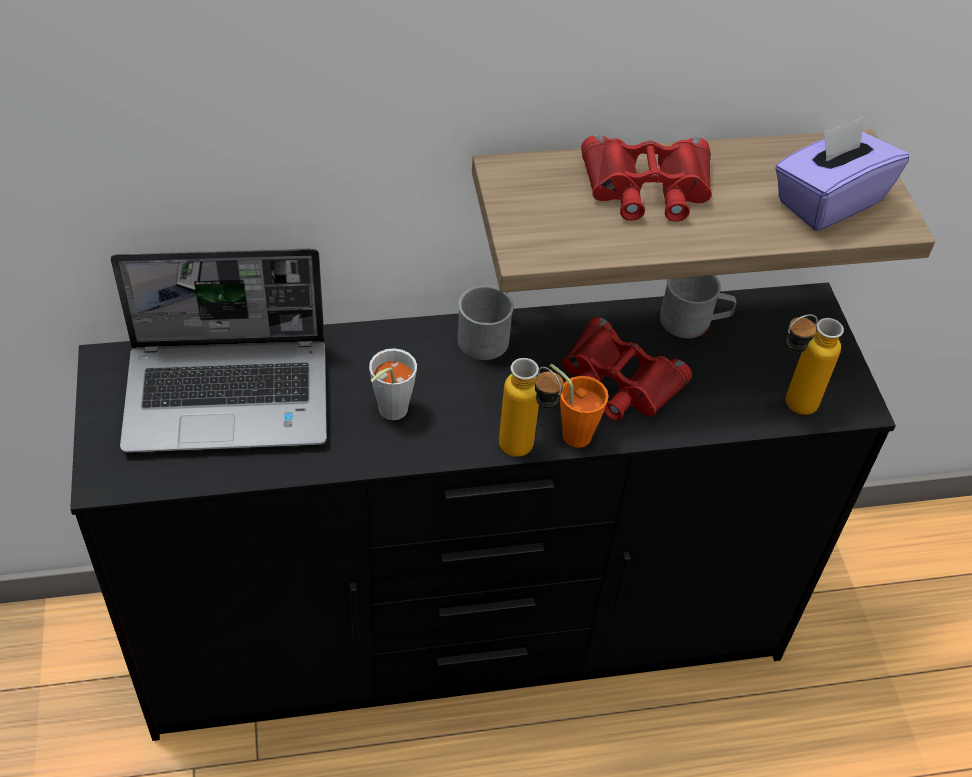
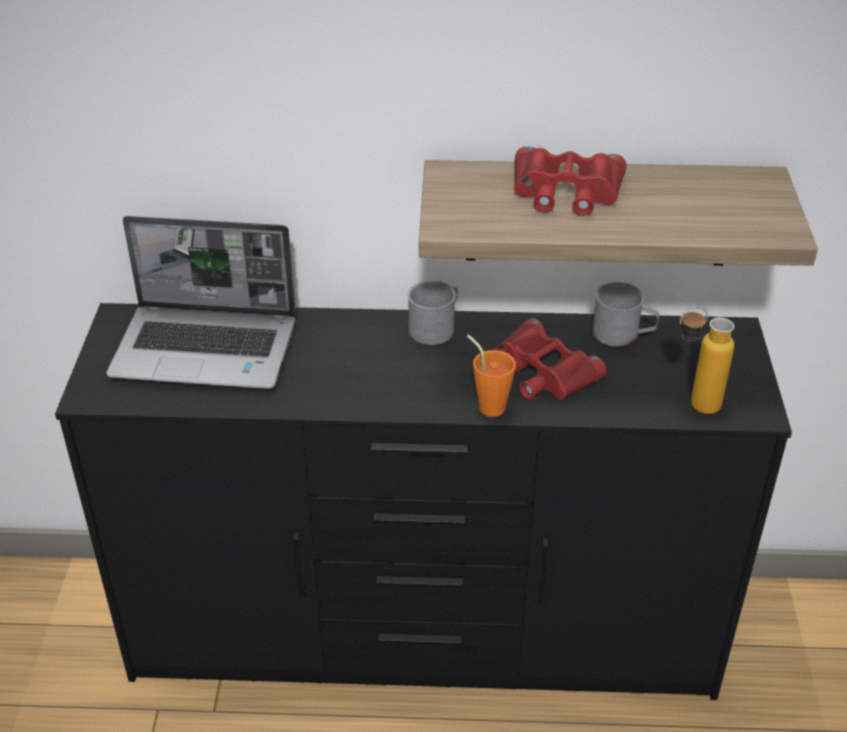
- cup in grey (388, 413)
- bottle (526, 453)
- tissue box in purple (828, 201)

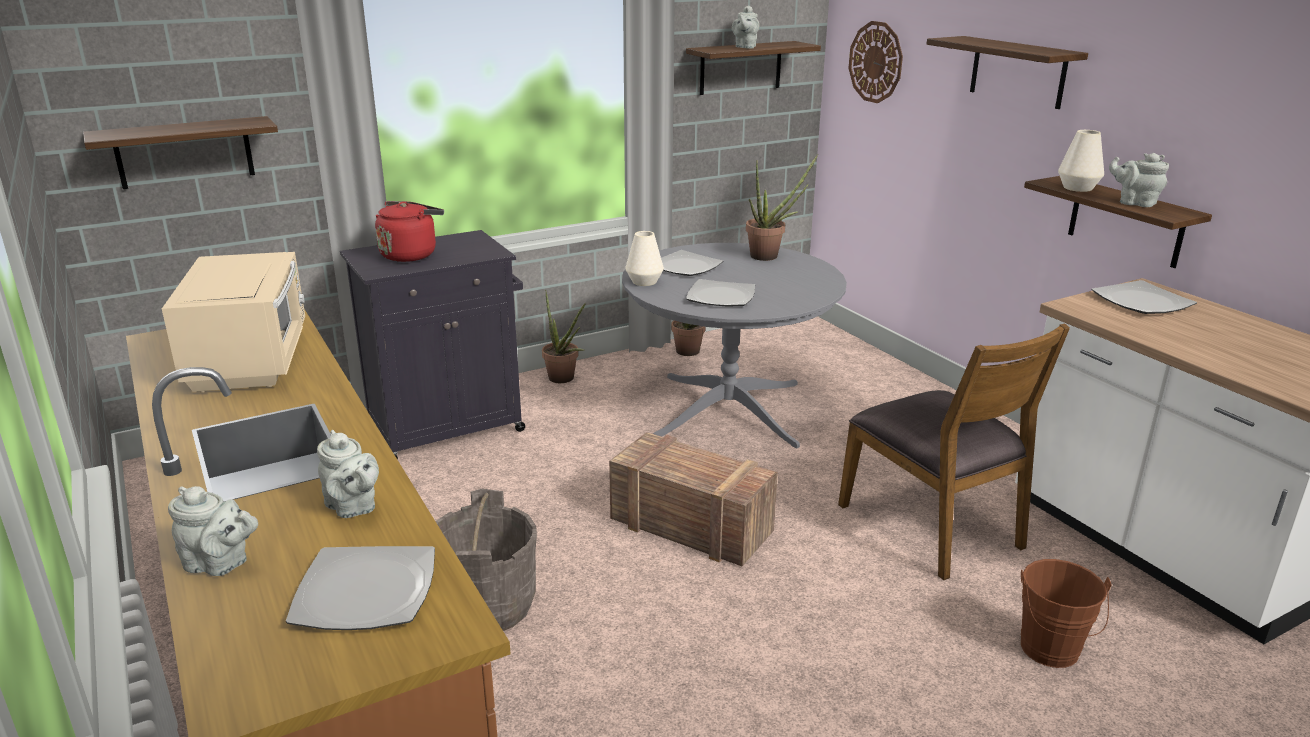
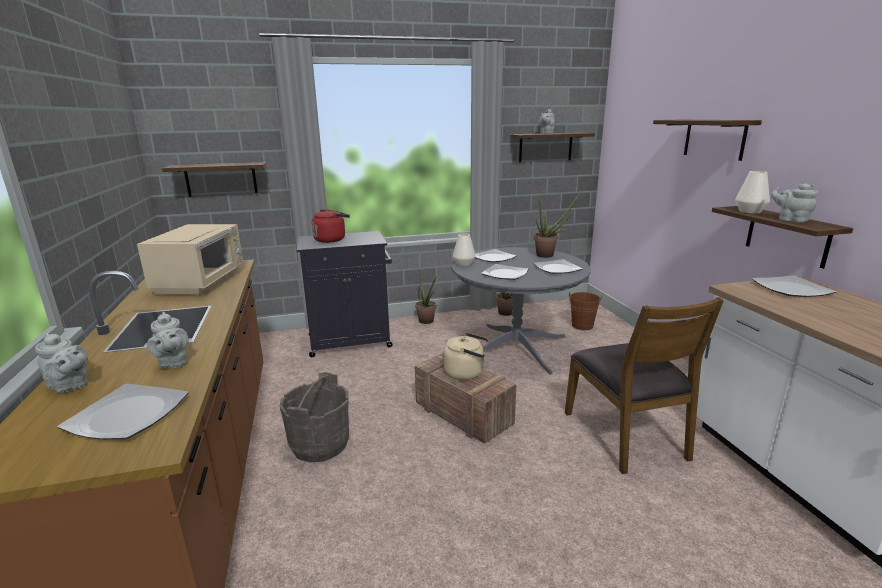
+ kettle in beige (466, 373)
+ plate (557, 269)
~ bucket in brown (1050, 653) to (582, 327)
- wall clock (876, 62)

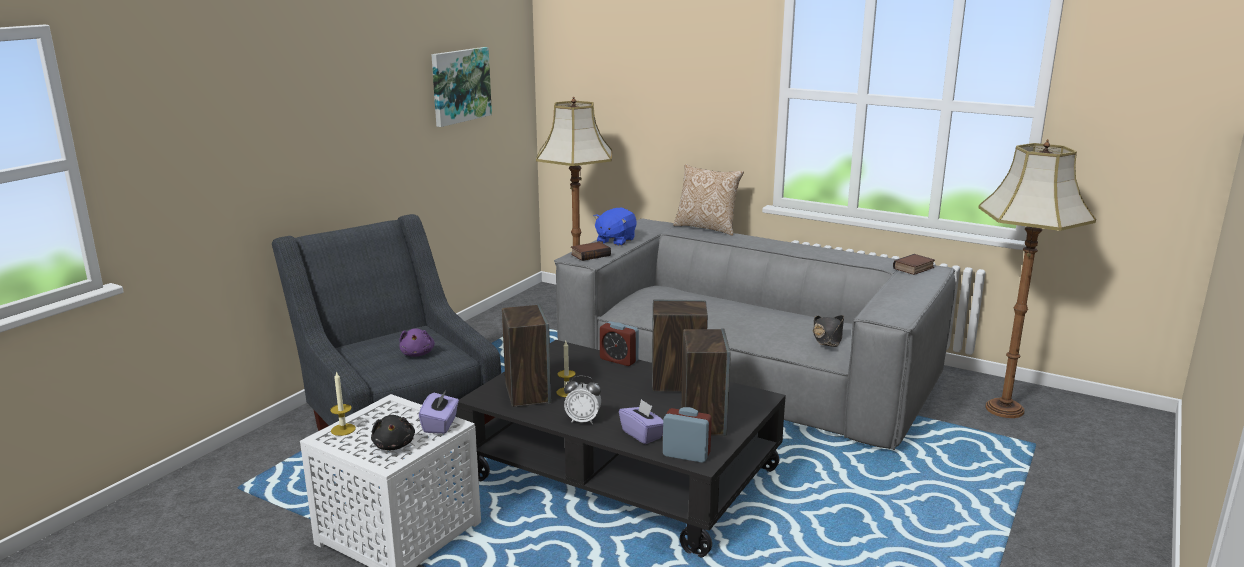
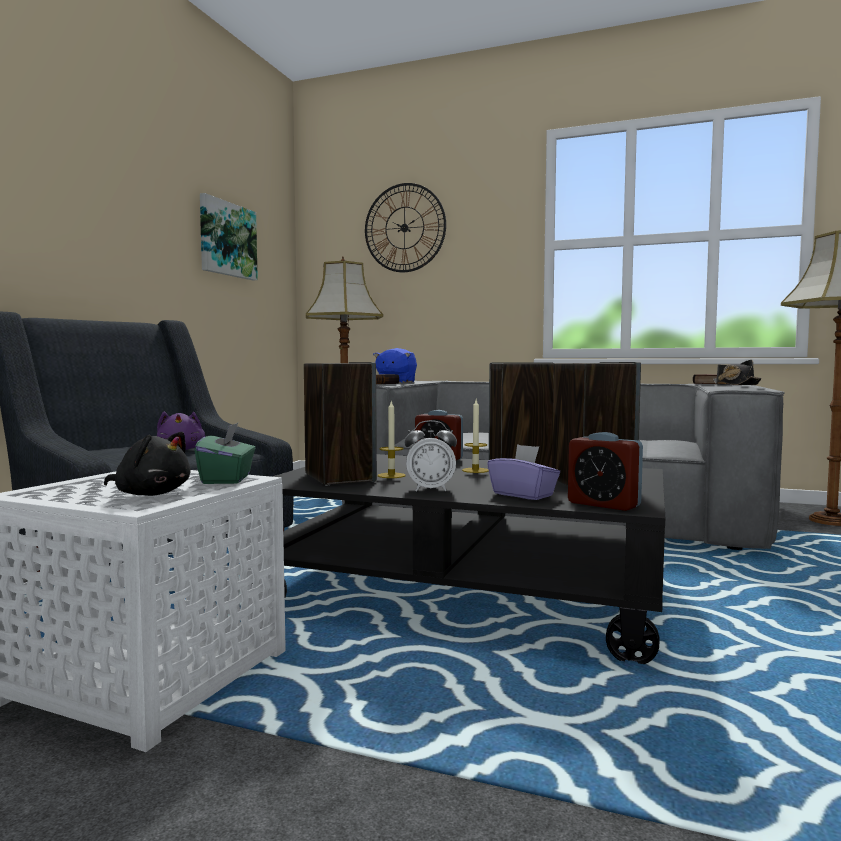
~ plush toy in black (394, 445) = (151, 494) 45 degrees counterclockwise
~ tissue box in purple (440, 425) to tissue box in green (227, 479)
+ wall clock (404, 228)
~ candle (343, 429) to (475, 470)
~ alarm clock (686, 454) = (603, 504) 150 degrees counterclockwise
~ hat in black (827, 337) to (734, 385)
- pillow (707, 228)

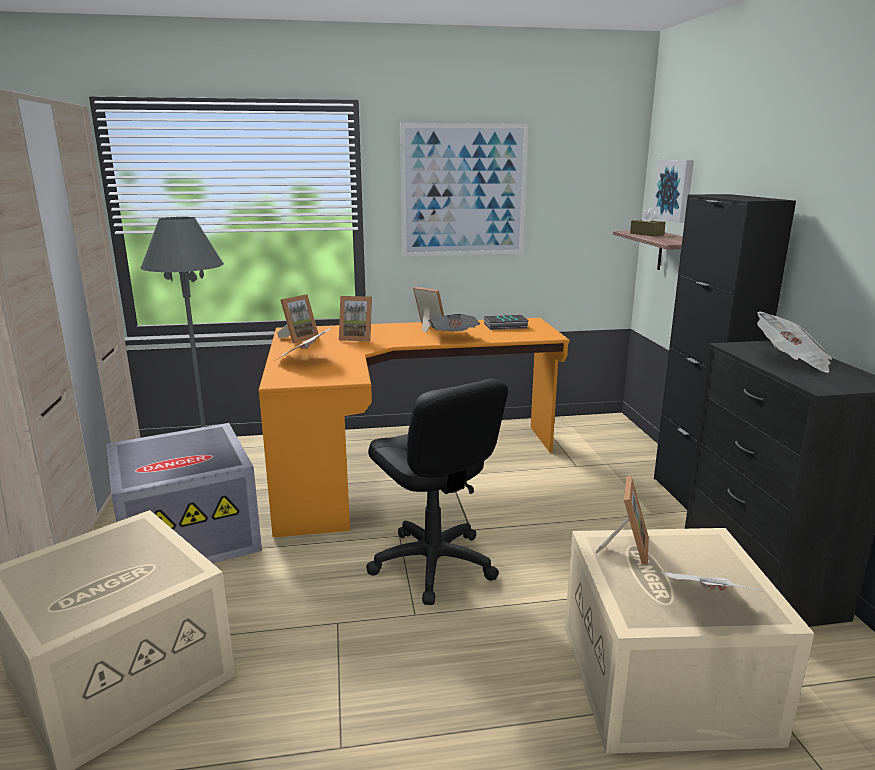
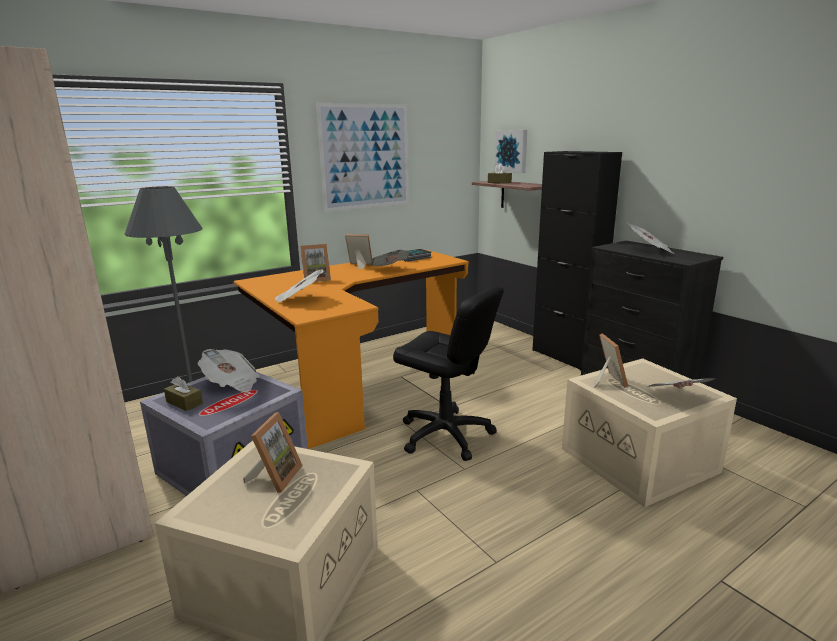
+ tissue box in brown (184, 403)
+ newspaper (231, 384)
~ picture frame (298, 338) to (275, 477)

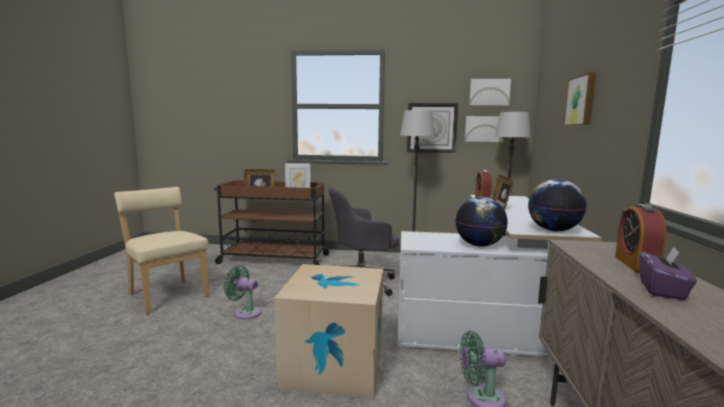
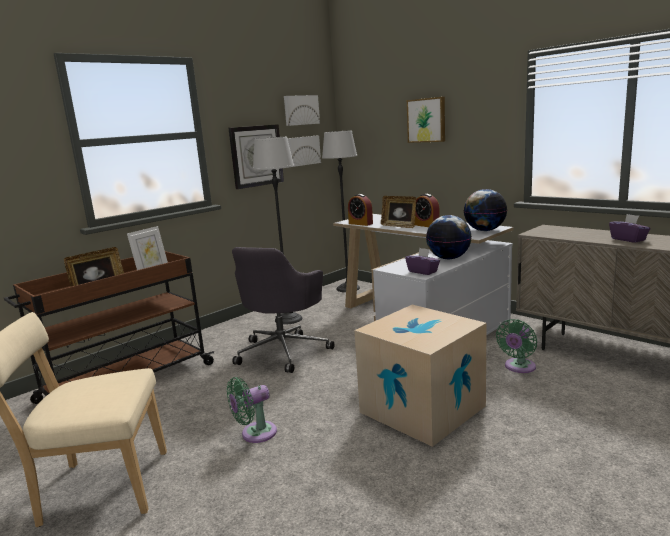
+ tissue box in purple (423, 271)
~ alarm clock (636, 264) to (426, 225)

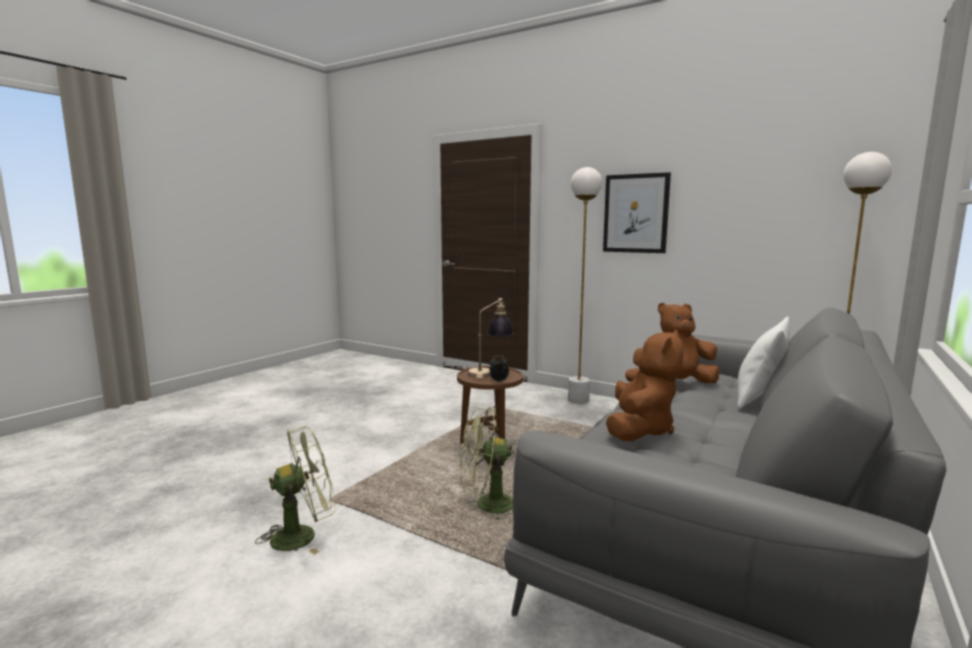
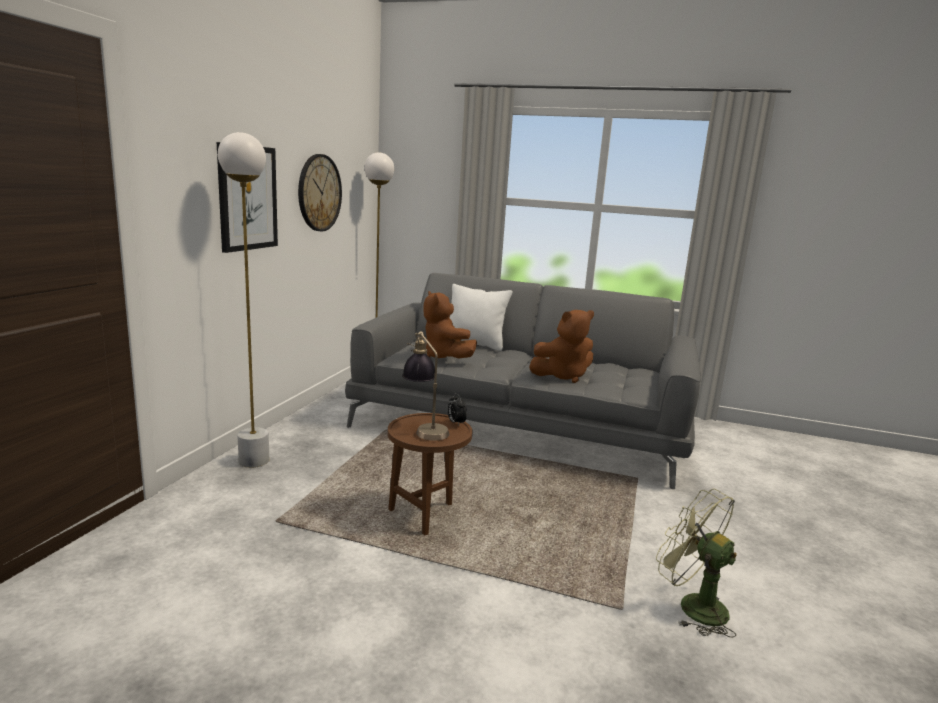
+ wall clock (319, 193)
~ plush toy in brown (639, 429) = (563, 376) 150 degrees clockwise
- fan in green (486, 506)

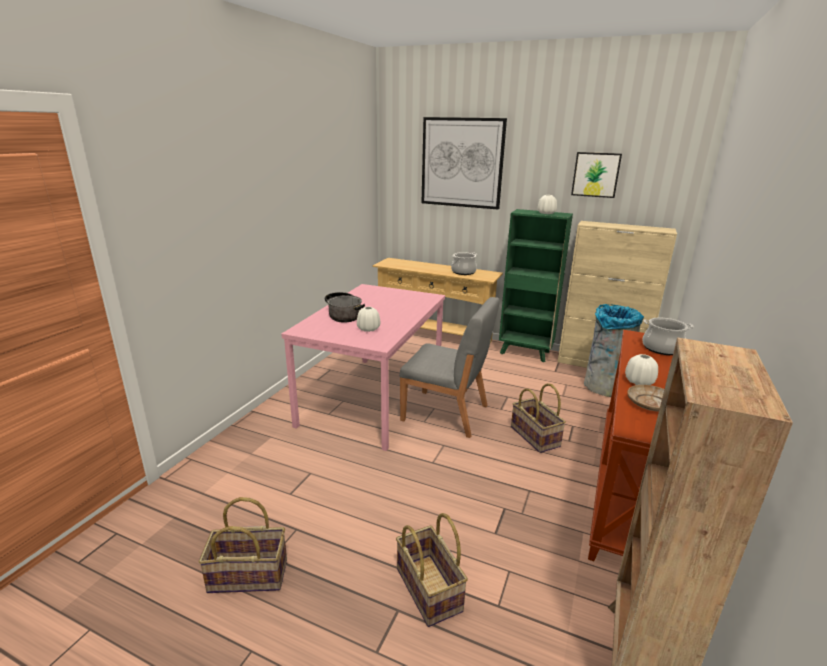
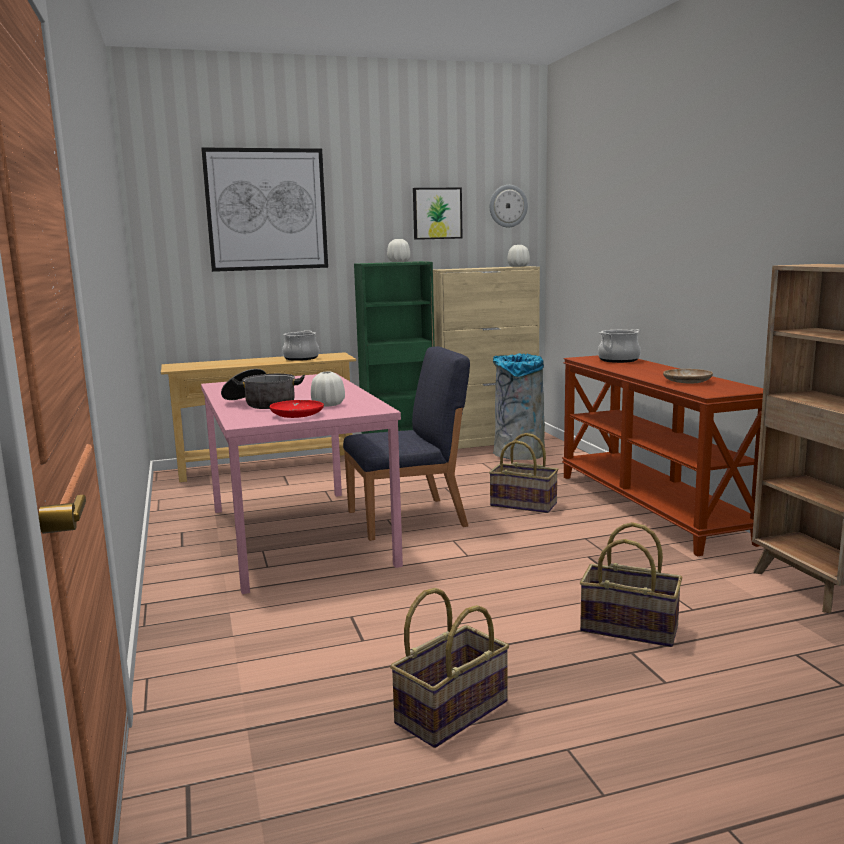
+ plate in red (297, 415)
~ chair in grey (446, 413) to chair in blue (408, 518)
+ wall clock (508, 206)
~ vase in white (639, 382) to (518, 266)

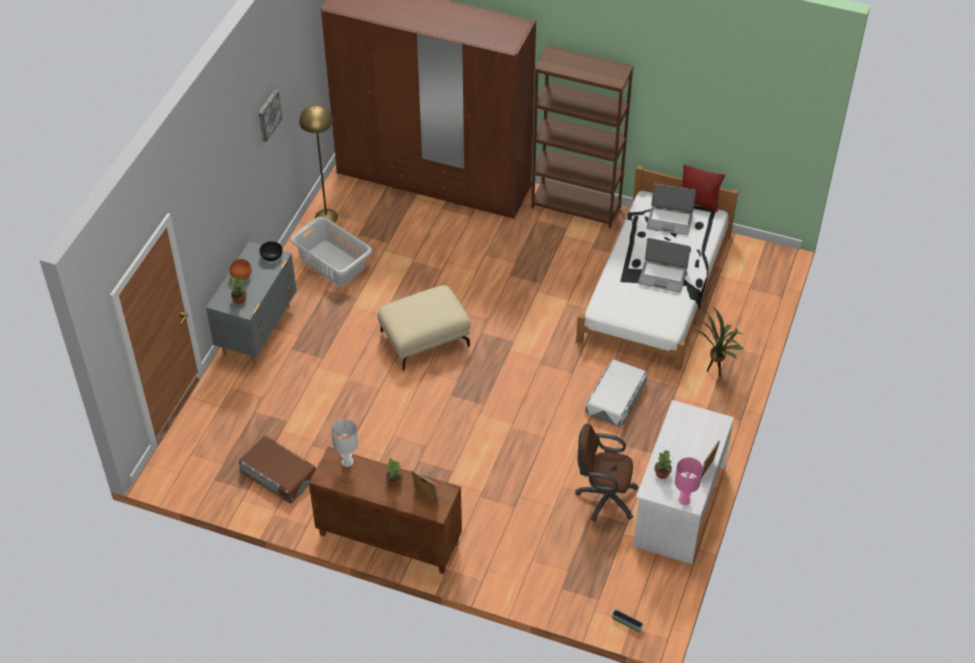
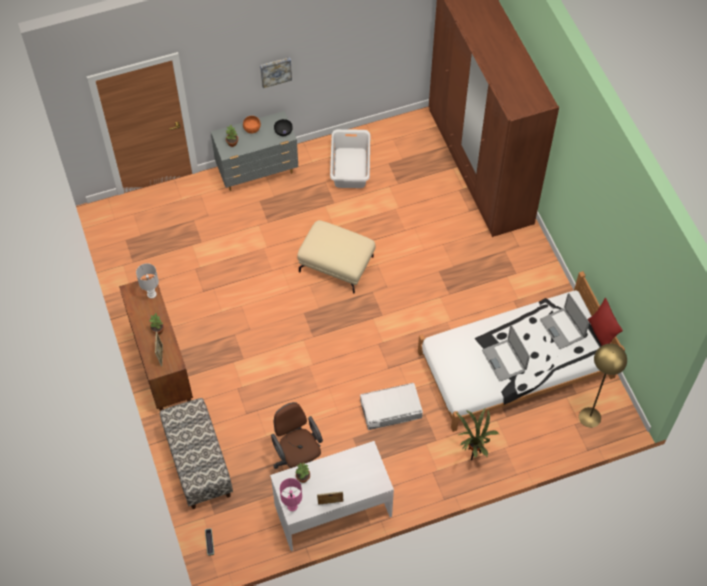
+ bench (198, 463)
~ picture (268, 115) to (275, 71)
~ floor lamp in yellow (326, 217) to (590, 417)
- storage box in brown (278, 474)
- bookcase in brown (576, 207)

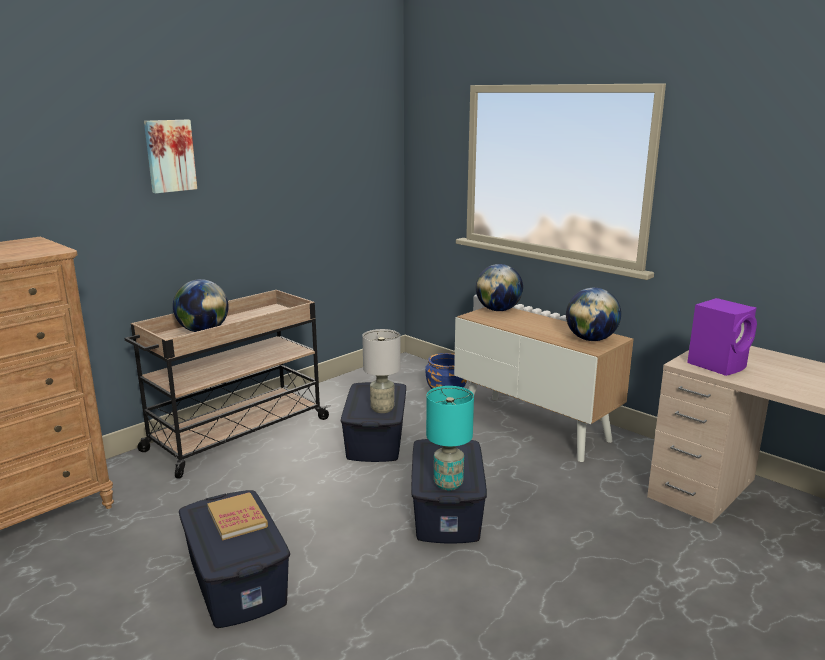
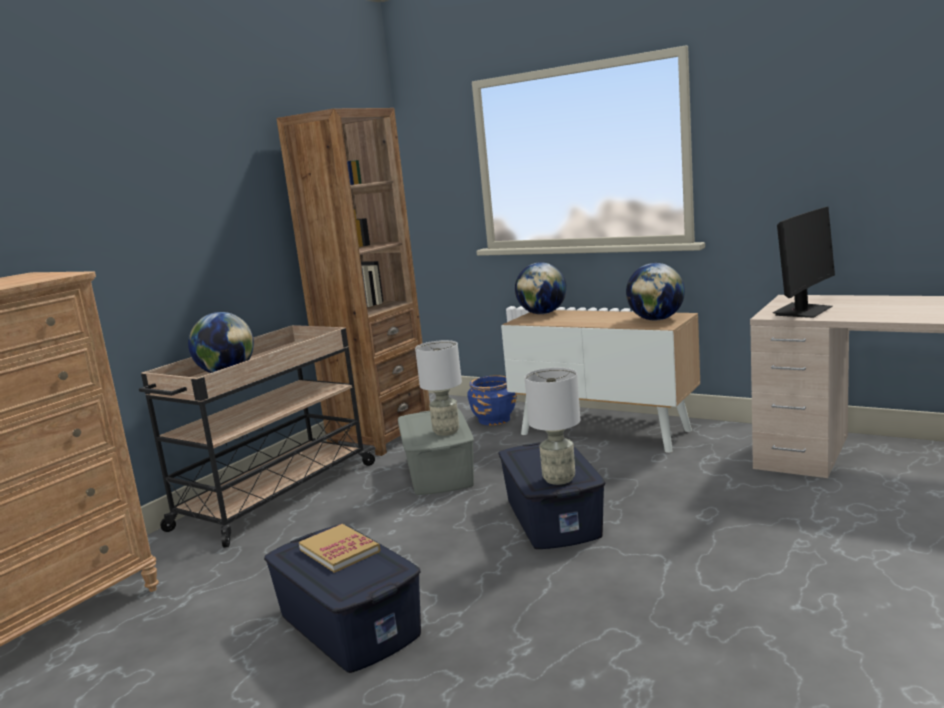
+ bookcase in brown (380, 437)
~ storage box in blue (375, 439) to storage box in grey (438, 472)
~ table lamp in turquoise (448, 484) to table lamp in grey (558, 479)
~ speaker in purple (718, 365) to monitor (803, 311)
- picture (169, 156)

